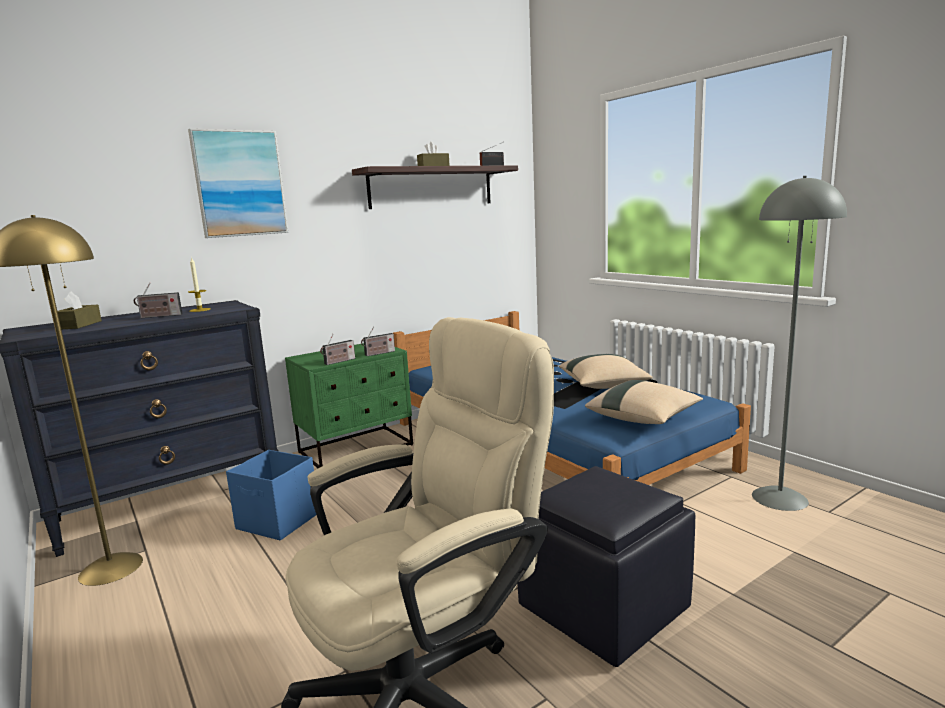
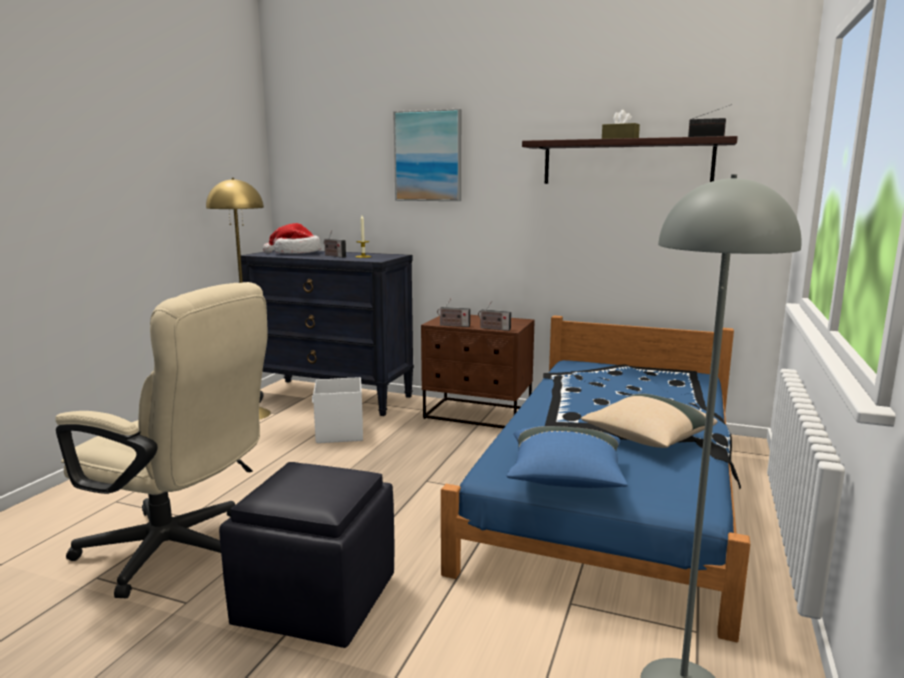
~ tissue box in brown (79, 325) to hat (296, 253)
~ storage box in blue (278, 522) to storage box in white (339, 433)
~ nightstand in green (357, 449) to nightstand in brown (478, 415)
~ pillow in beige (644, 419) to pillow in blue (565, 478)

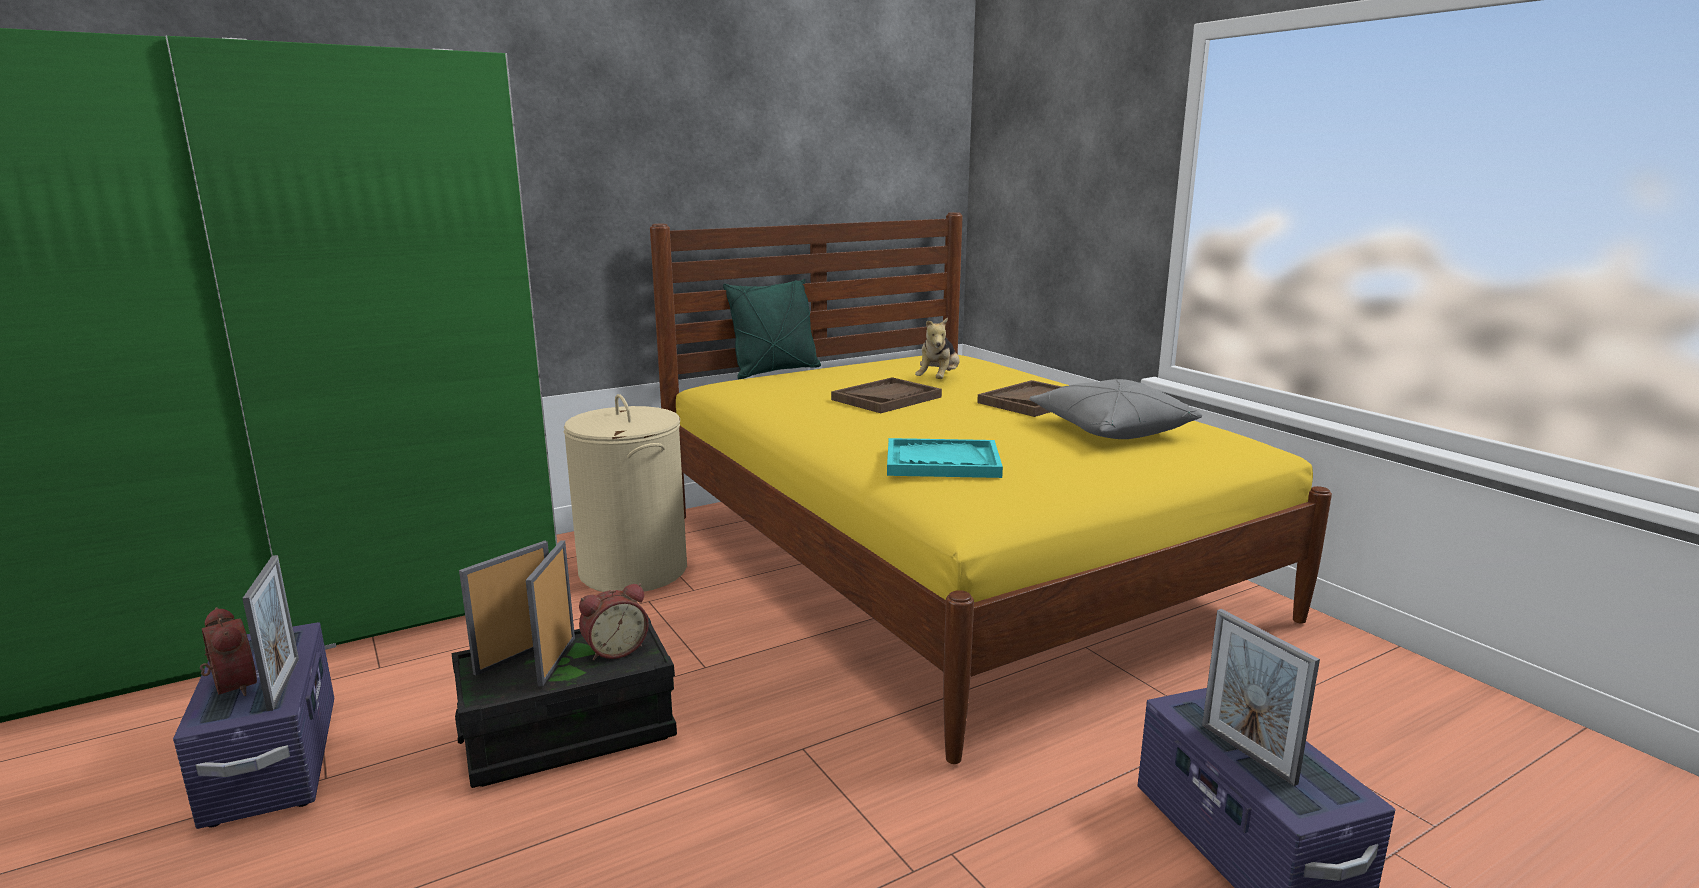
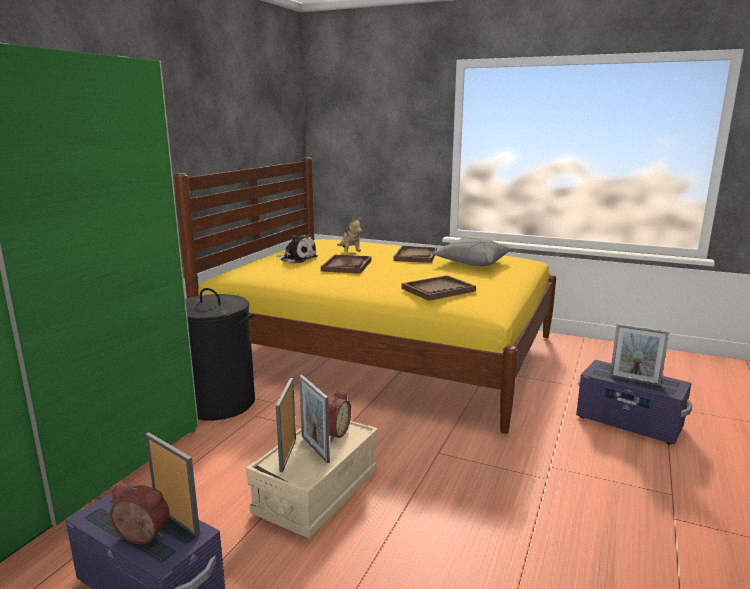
~ laundry basket in beige (634, 570) to laundry basket in black (219, 403)
~ storage box in black (569, 733) to storage box in beige (317, 493)
+ plush toy (297, 259)
~ tray in turquoise (942, 462) to tray in brown (438, 290)
- pillow in green (775, 371)

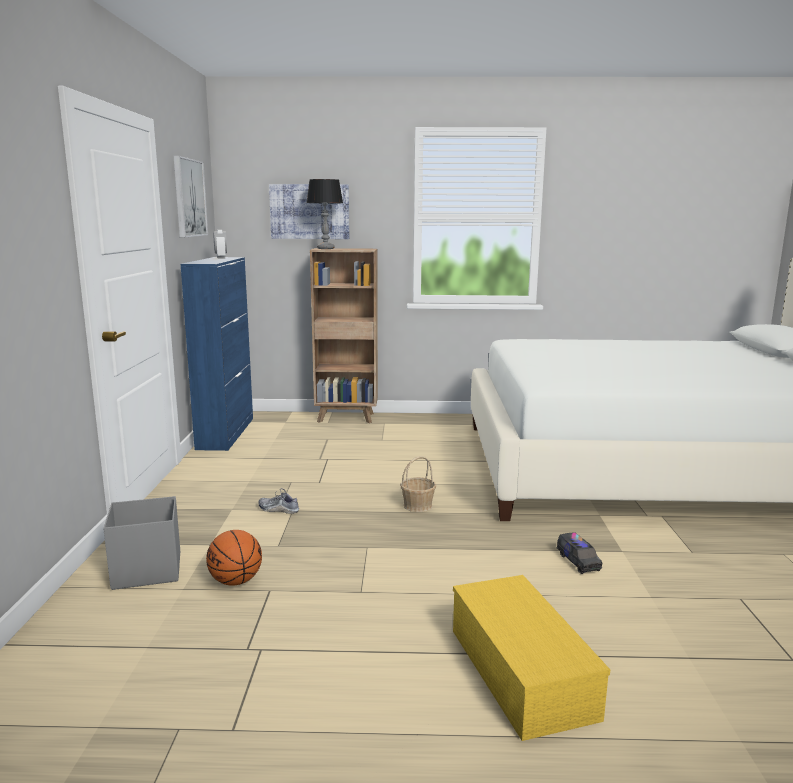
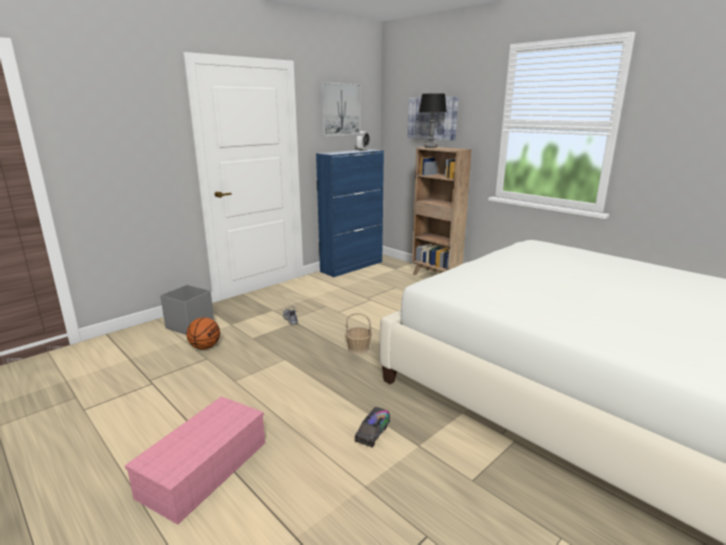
~ storage box in yellow (523, 673) to storage box in pink (204, 470)

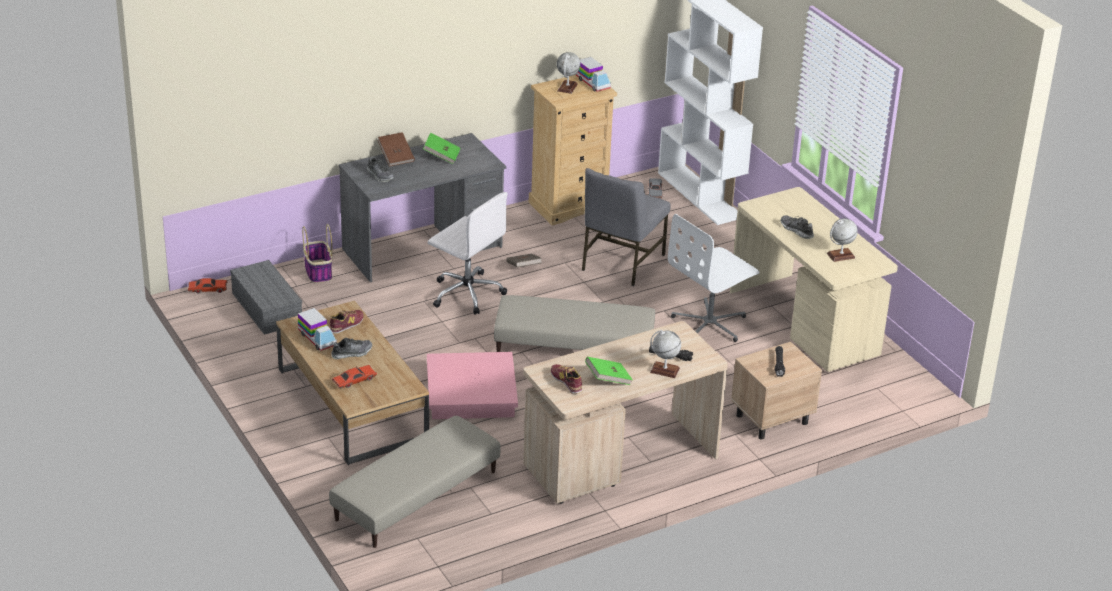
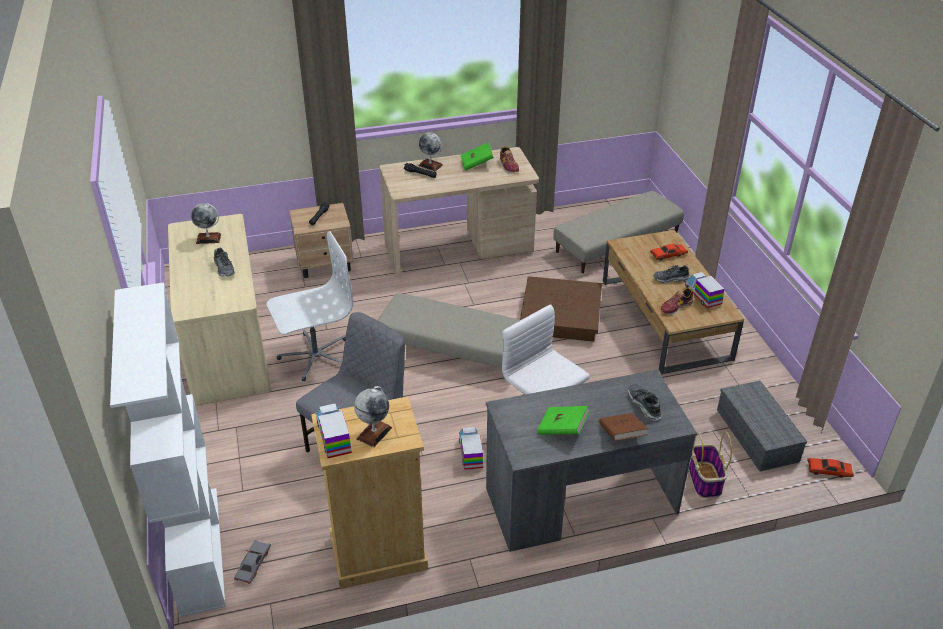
~ book in brown (523, 268) to toy truck (470, 453)
~ storage box in pink (470, 393) to storage box in brown (561, 315)

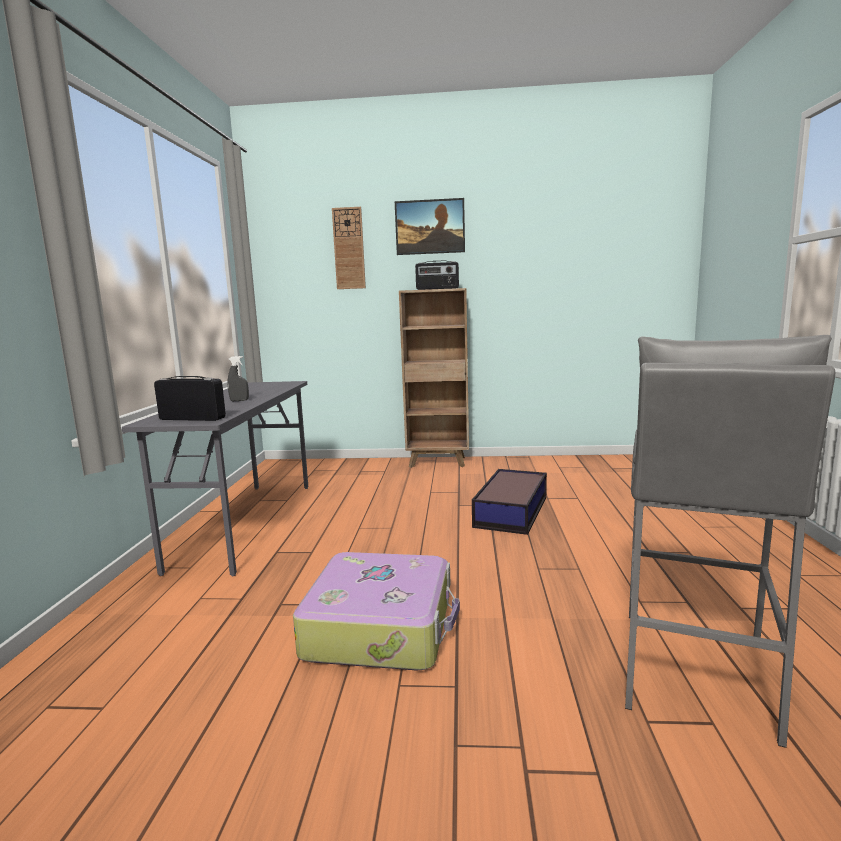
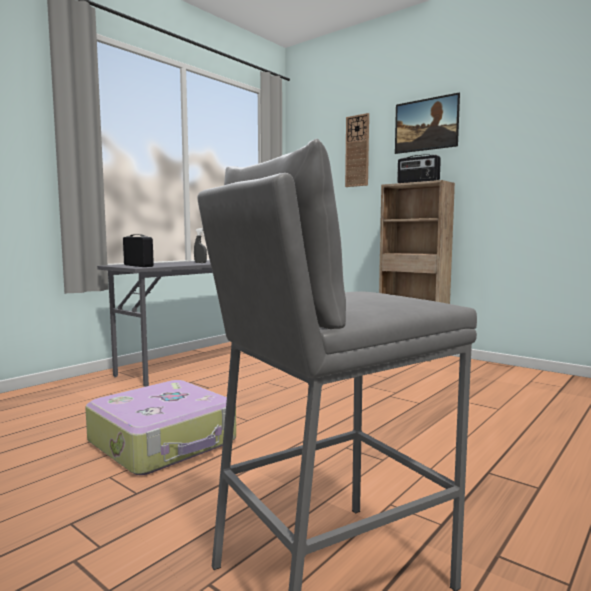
- storage box (512, 511)

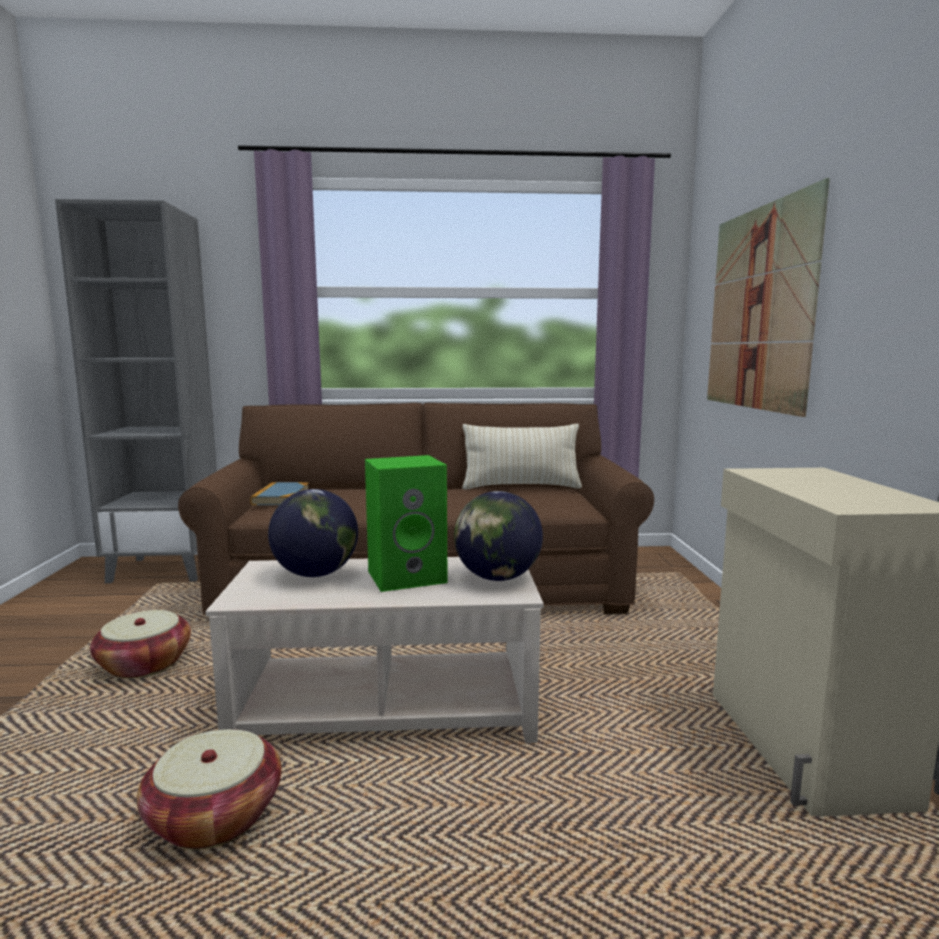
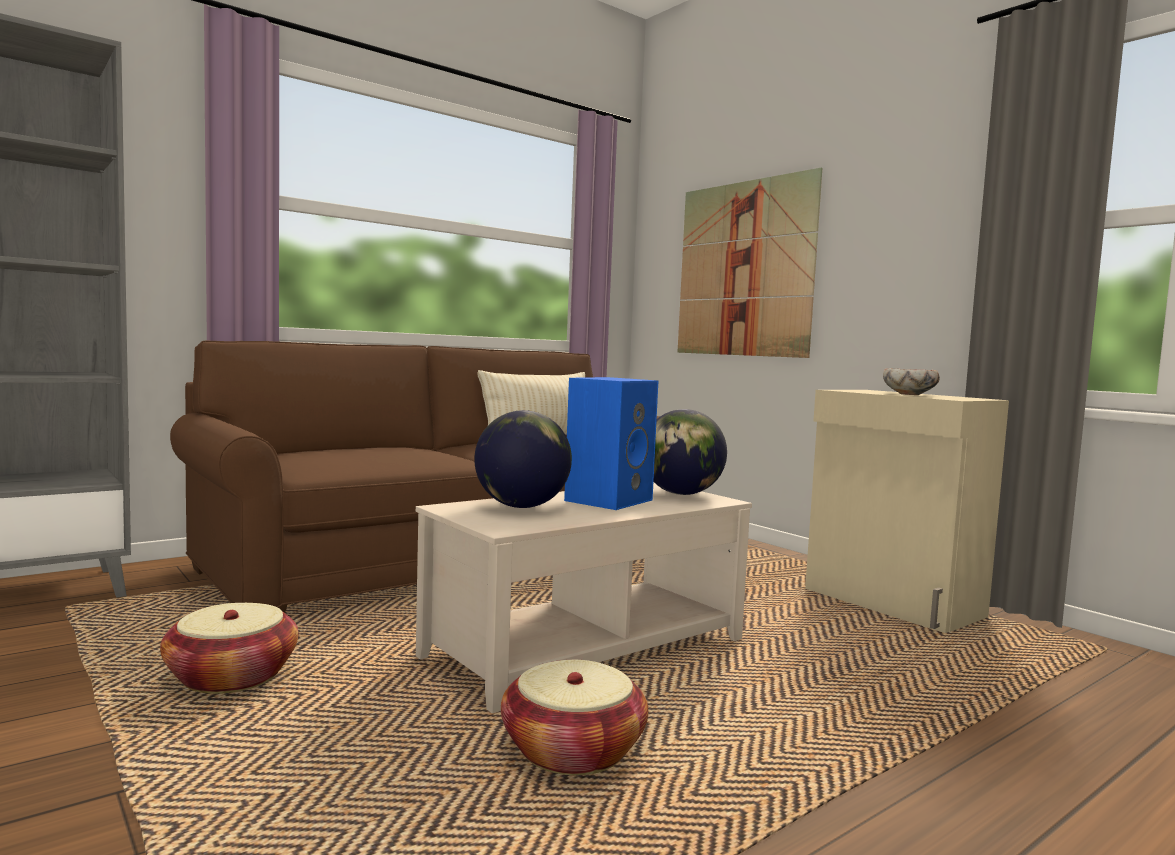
~ speaker in green (408, 576) to speaker in blue (608, 500)
+ bowl (910, 394)
- book (281, 497)

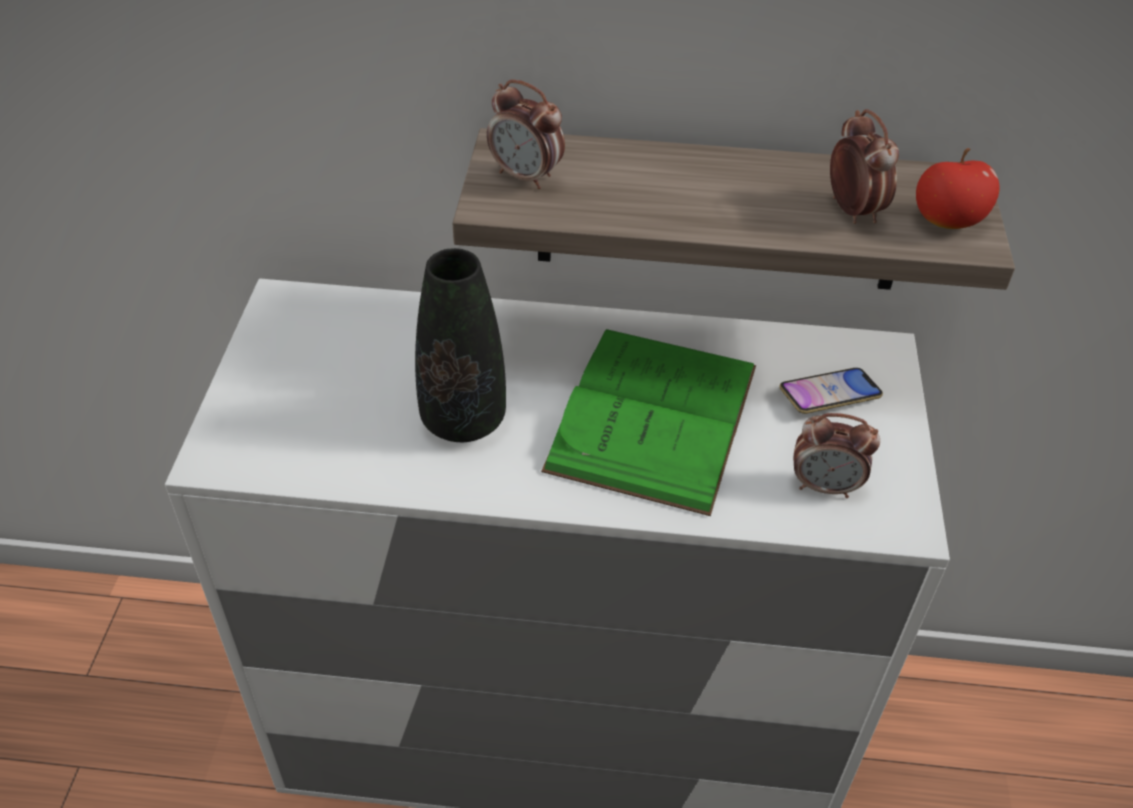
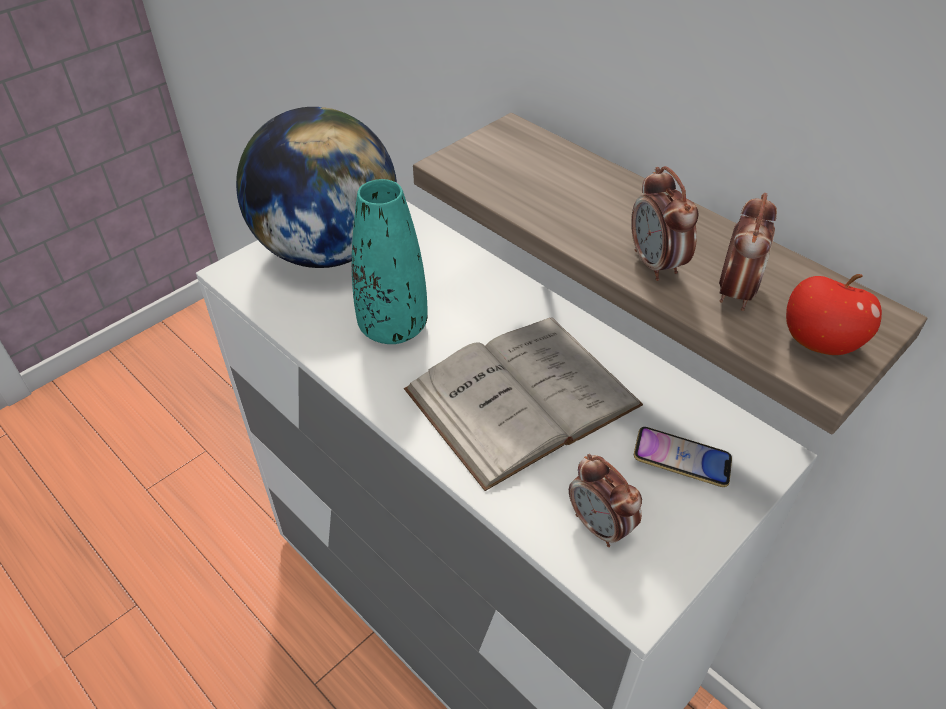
+ globe (327, 250)
~ vase in black (463, 420) to vase in turquoise (393, 327)
~ book in green (653, 417) to book in white (522, 397)
~ alarm clock (526, 176) to (656, 264)

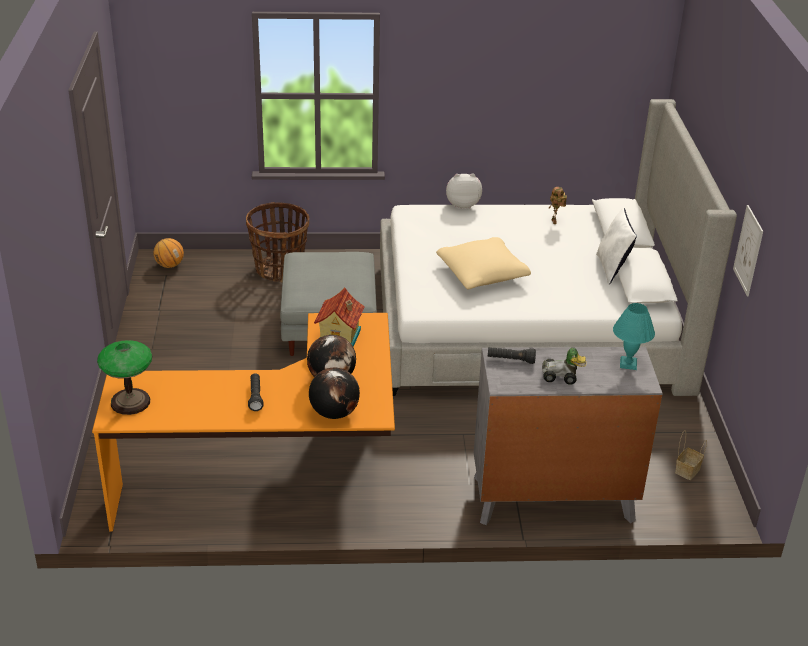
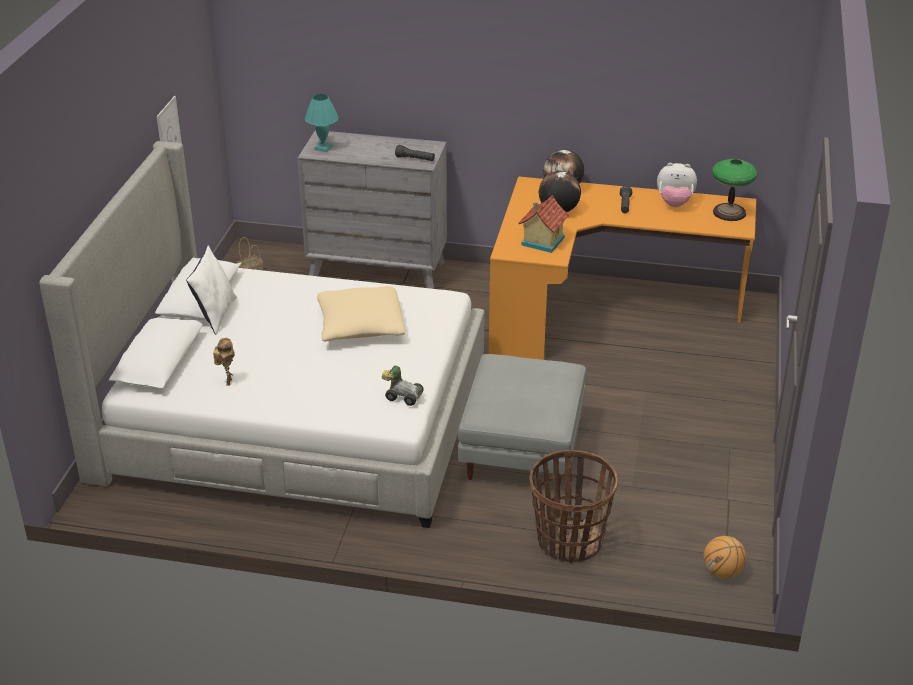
~ toy car (561, 377) to (403, 395)
~ plush toy (462, 205) to (674, 203)

